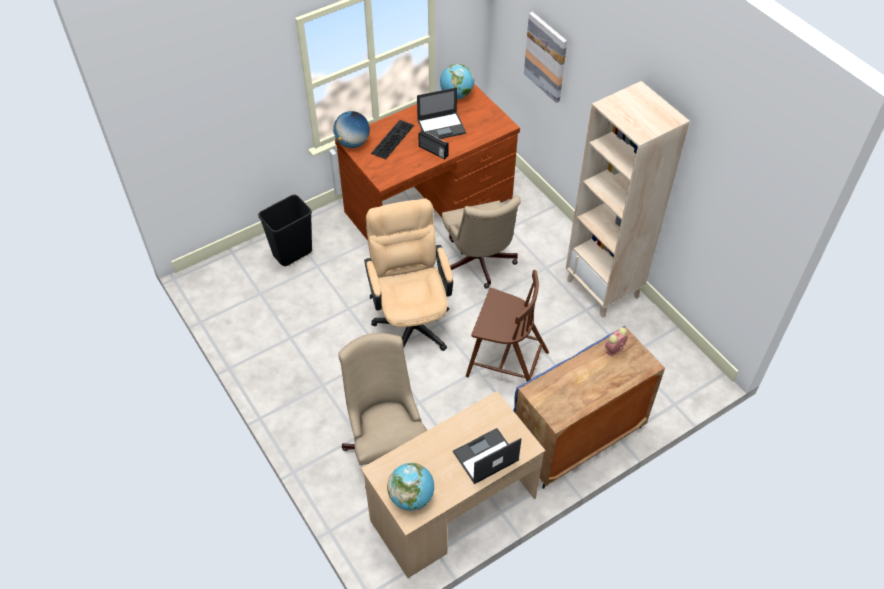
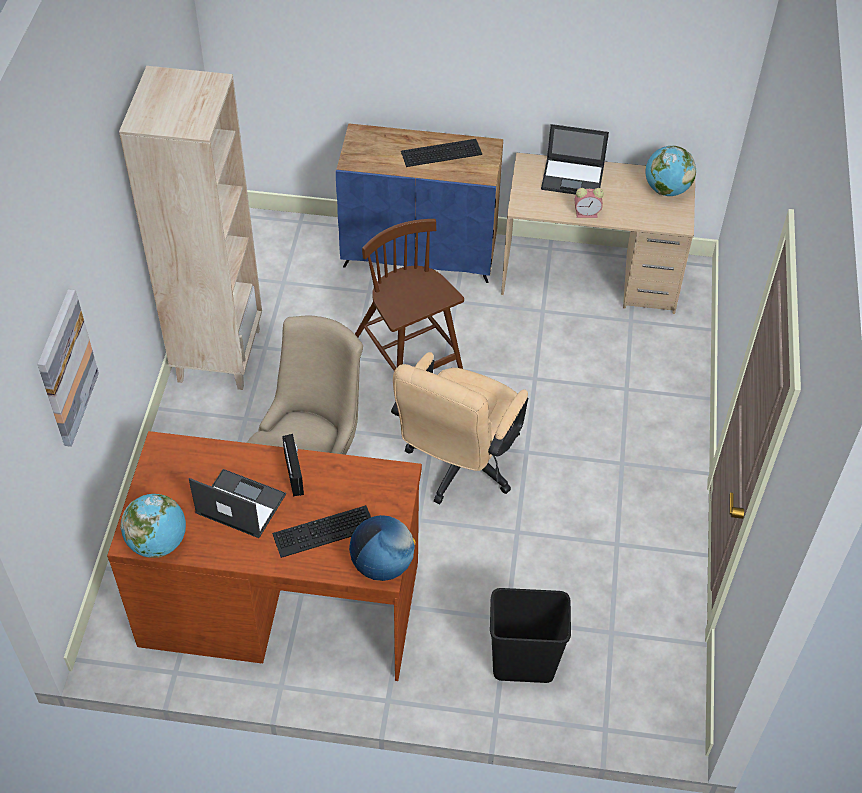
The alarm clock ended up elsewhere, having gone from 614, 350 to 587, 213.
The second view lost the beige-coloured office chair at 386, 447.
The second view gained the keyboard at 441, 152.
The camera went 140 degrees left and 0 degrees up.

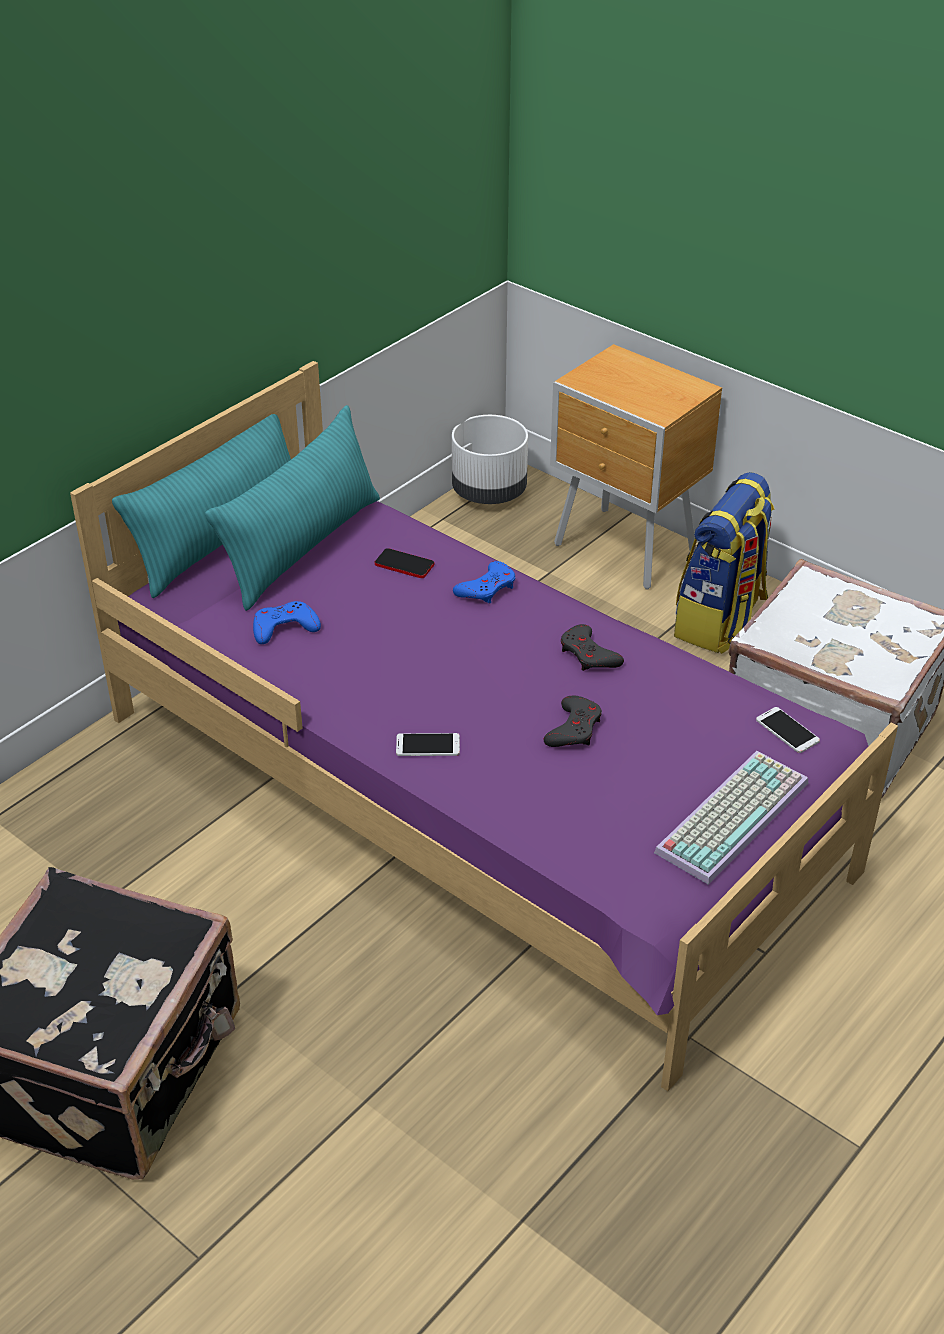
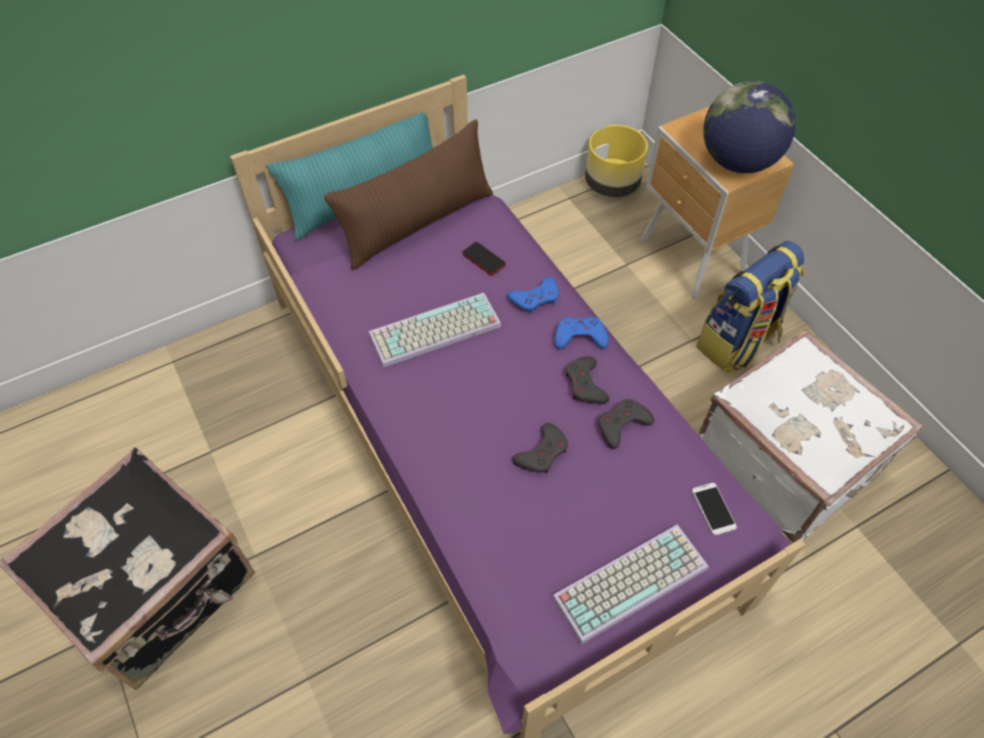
What was the turquoise-coloured pillow at 302, 547 turned into the brown-coloured pillow at 418, 223.
What was the white-coloured flower pot at 490, 492 turned into the yellow-coloured flower pot at 612, 184.
The bluish game controller ended up elsewhere, having gone from 284, 627 to 580, 337.
The second view lost the telephone at 428, 745.
The second view gained the globe at 738, 162.
The second view gained the keyboard at 434, 332.
The second view gained the greyish game controller at 622, 425.
The camera went 20 degrees right and 15 degrees up.

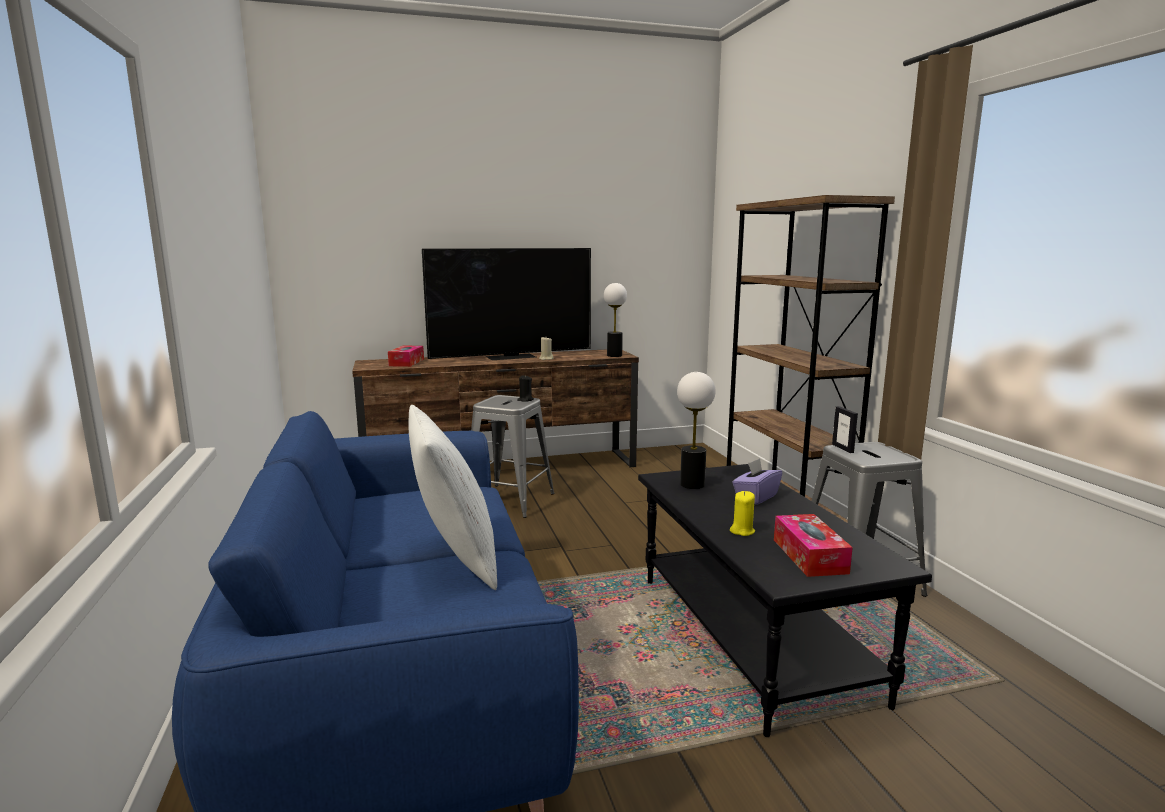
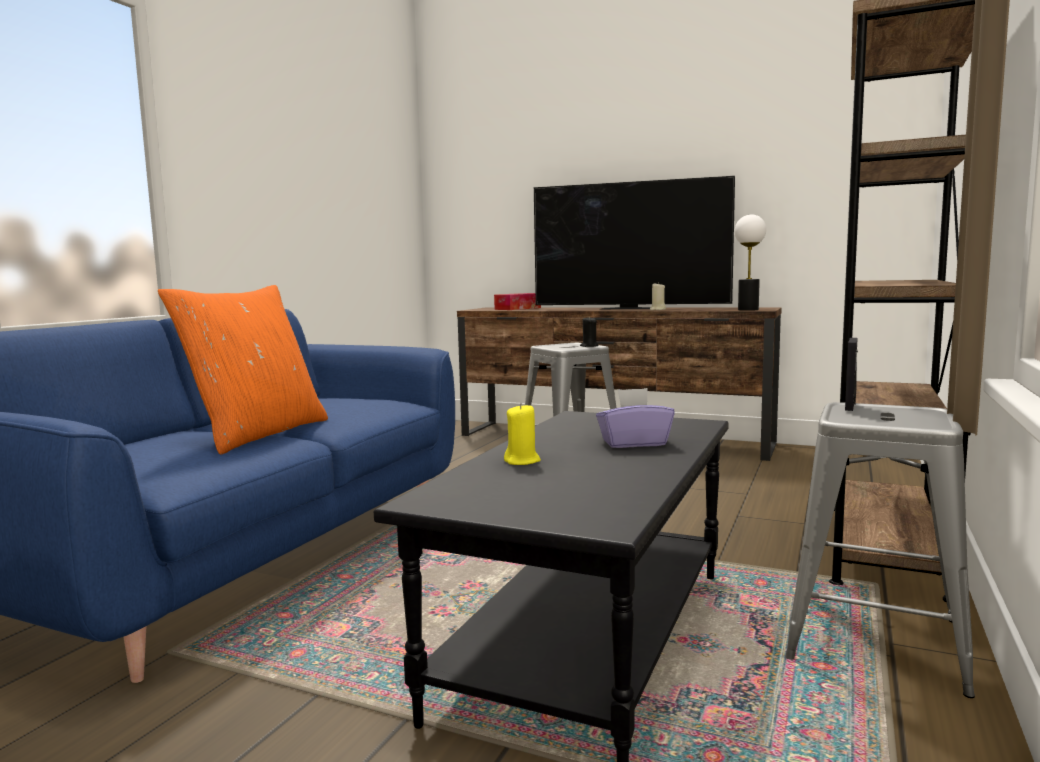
The second view lost the lamp for a table at 692, 484.
What was the white-coloured pillow at 454, 558 turned into the orange-coloured pillow at 257, 434.
The second view lost the tissue box at 809, 556.
The camera went 40 degrees right and 5 degrees down.

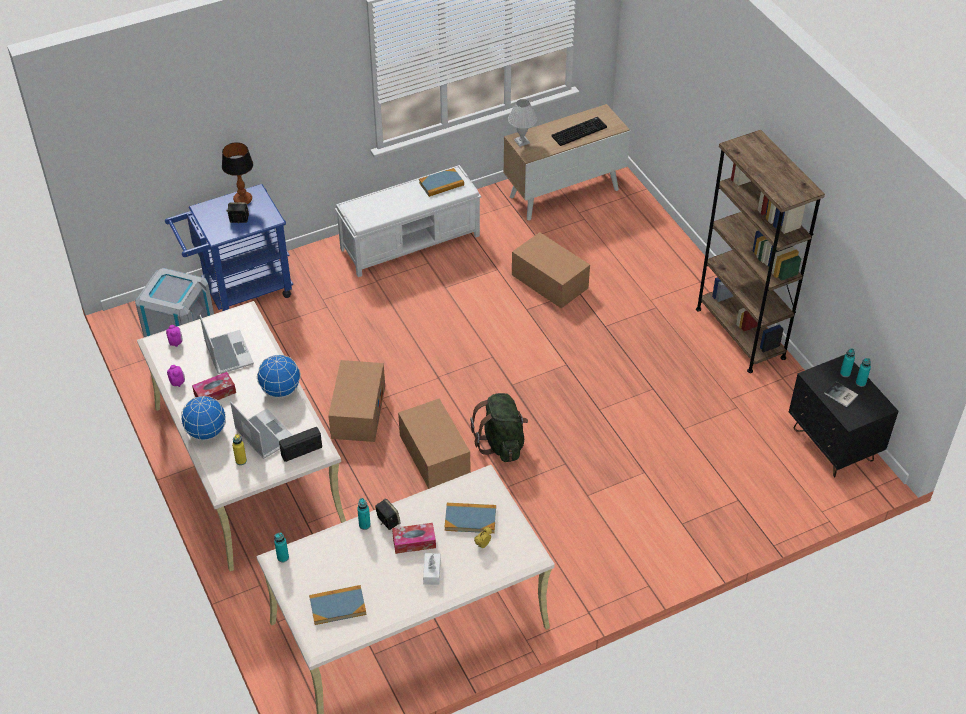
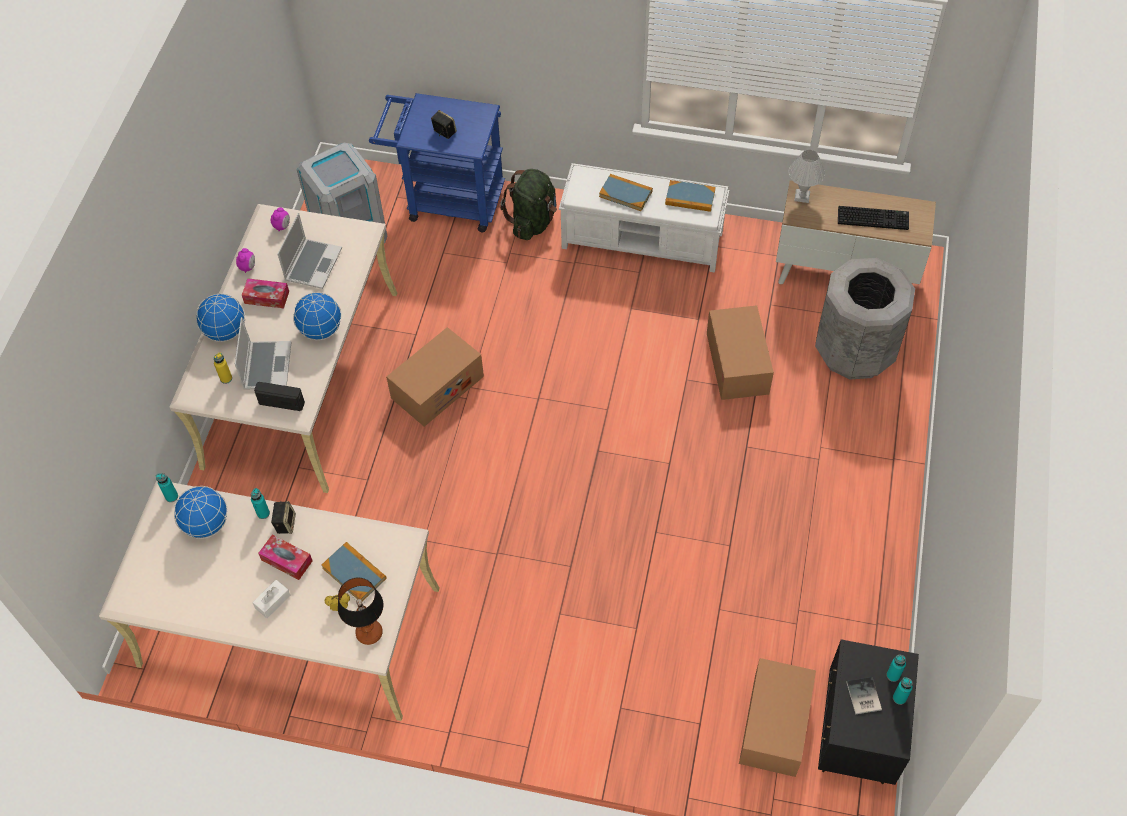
The second view lost the brown-coloured bookshelf at 740, 333.
The lamp for a table ended up elsewhere, having gone from 242, 200 to 368, 633.
The green rucksack ended up elsewhere, having gone from 501, 443 to 533, 221.
The cardboard box ended up elsewhere, having gone from 434, 454 to 774, 725.
The book ended up elsewhere, having gone from 337, 606 to 625, 194.
The second view gained the greyish waste bin at 854, 351.
The second view gained the globe at 207, 524.
The camera went 40 degrees right and 10 degrees up.

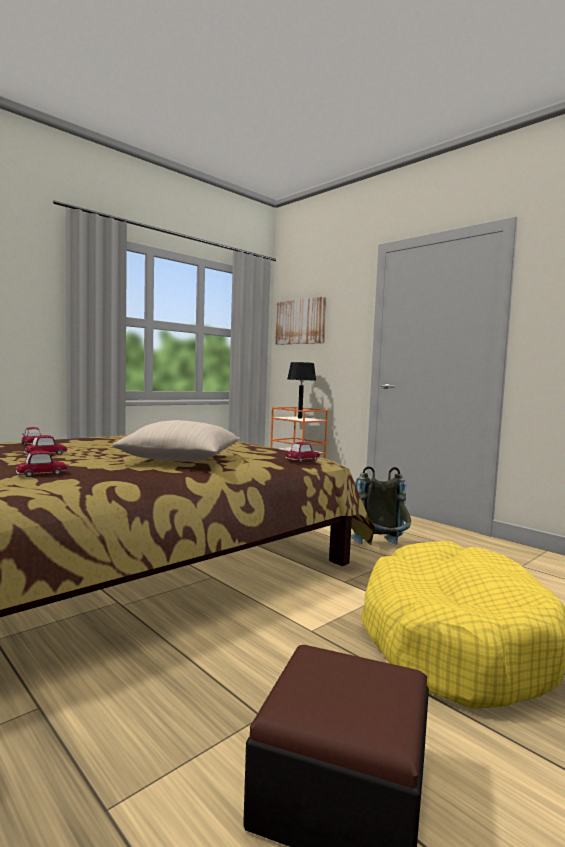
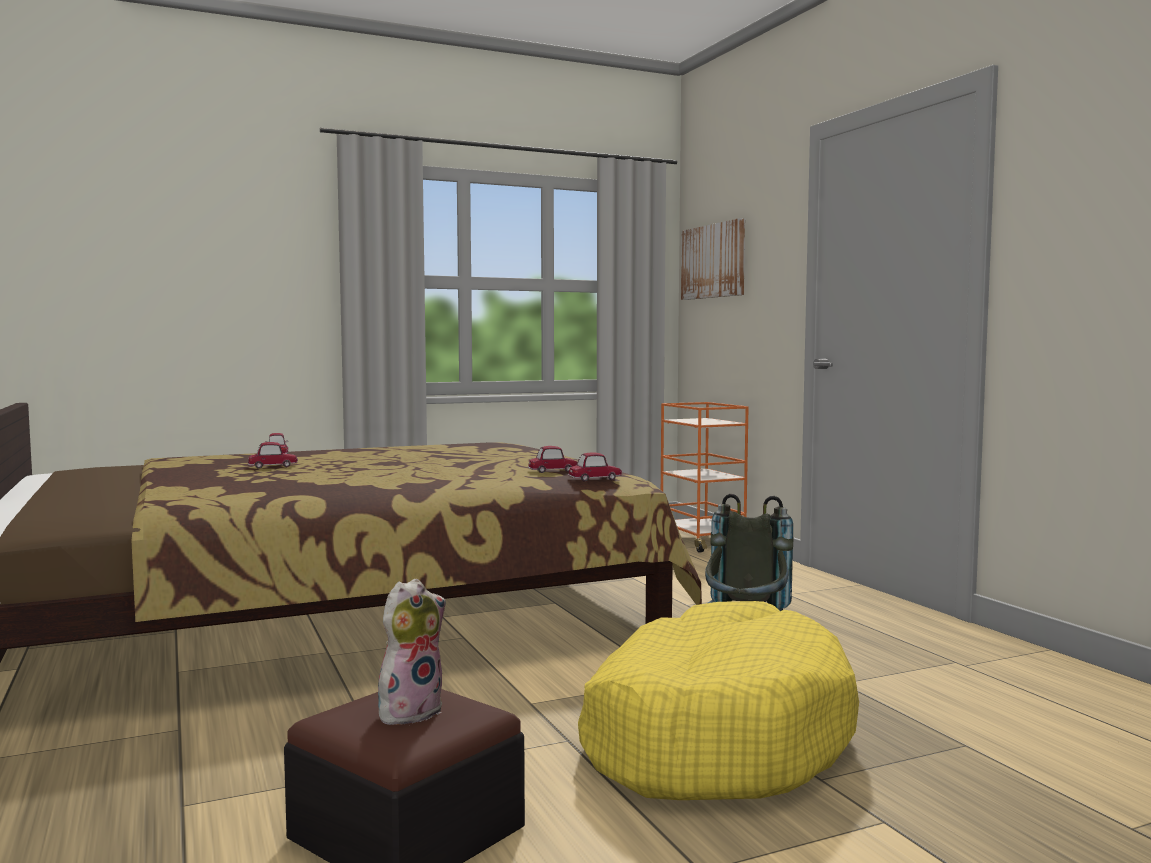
The second view lost the black lamp for a table at 300, 418.
The second view lost the beige-coloured pillow at 181, 460.
The toy car ended up elsewhere, having gone from 42, 474 to 552, 471.
The second view gained the cuddly toy at 410, 711.
The camera went 20 degrees right and 0 degrees up.

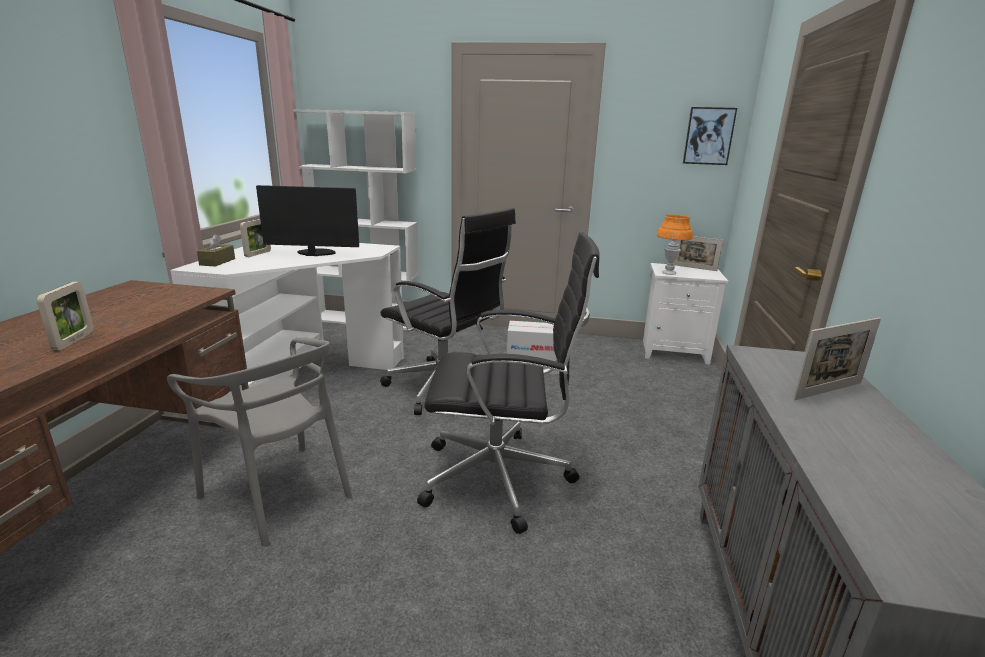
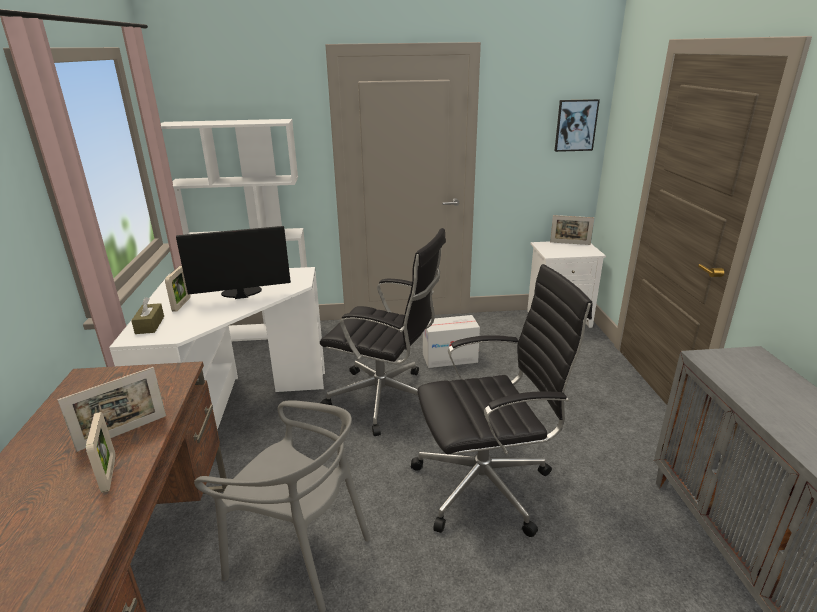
The second view lost the orange-coloured lamp for a table at 669, 273.
The picture frame ended up elsewhere, having gone from 828, 391 to 123, 433.
The camera went 15 degrees left and 5 degrees up.

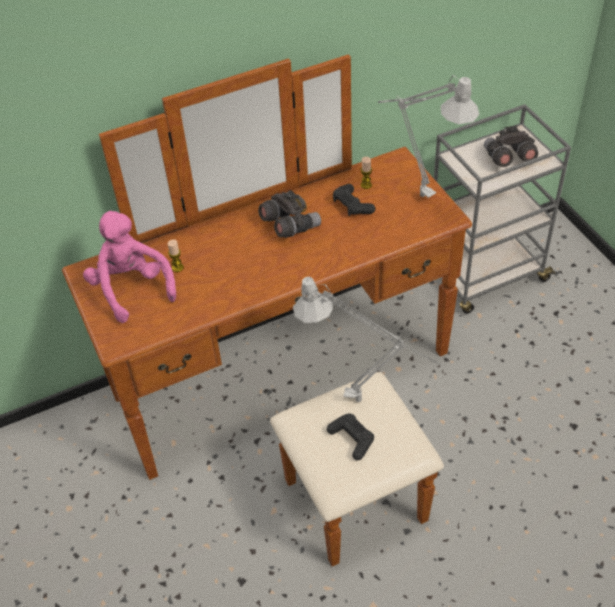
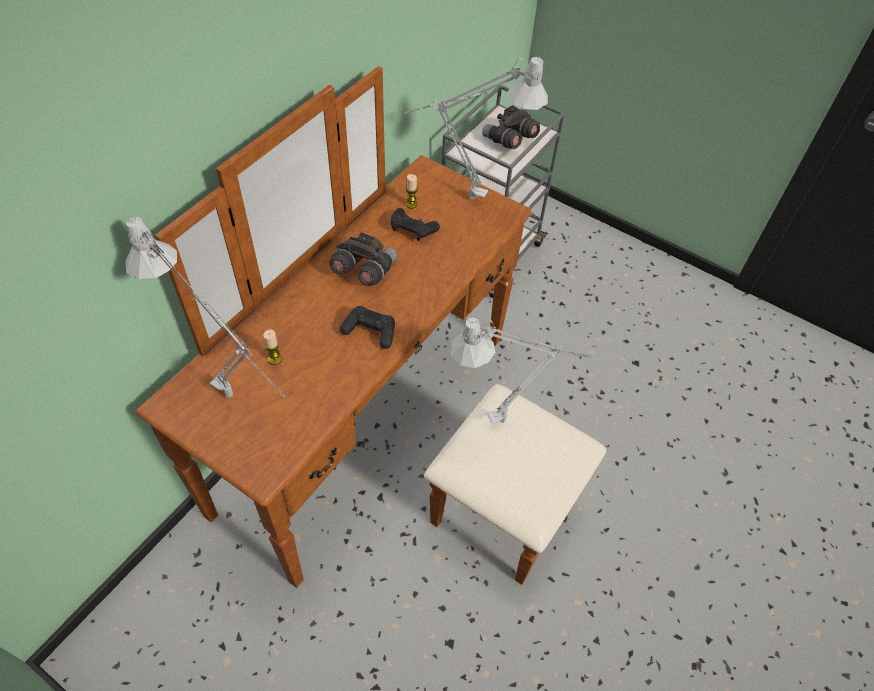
Where the pink cuddly toy stood at 131, 288, the greyish lamp for a table came to stand at 238, 402.
The black game controller ended up elsewhere, having gone from 352, 439 to 370, 331.
The camera went 35 degrees left and 5 degrees up.

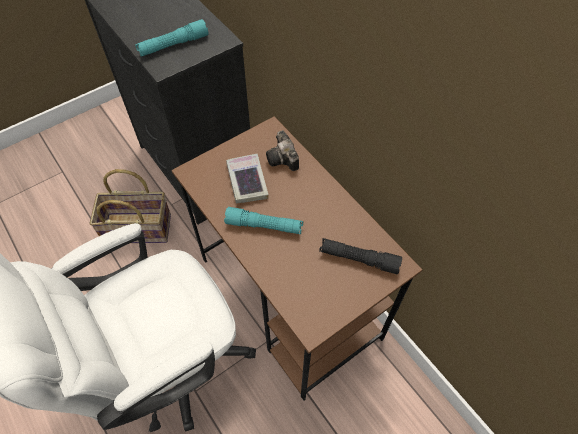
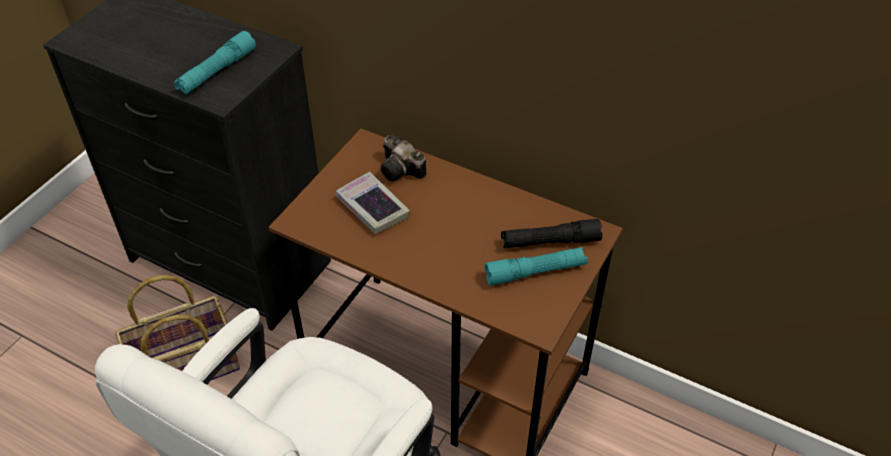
The turquoise-coloured torch ended up elsewhere, having gone from 264, 226 to 535, 272.
The camera went 25 degrees left and 10 degrees down.

